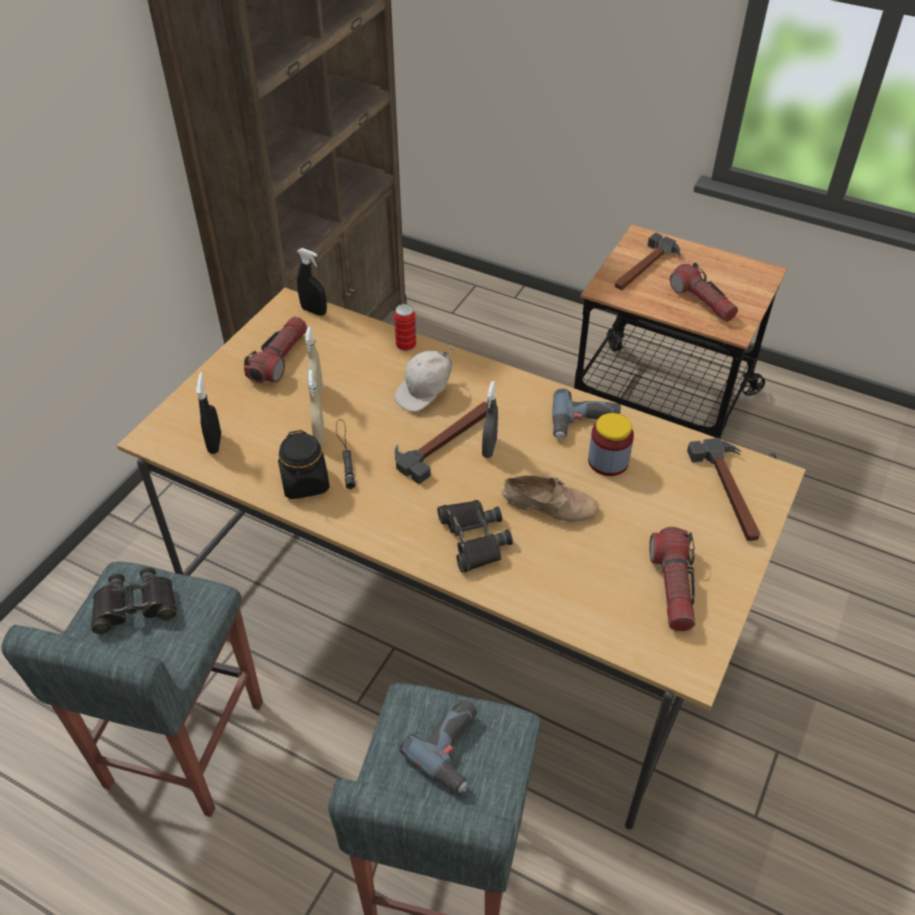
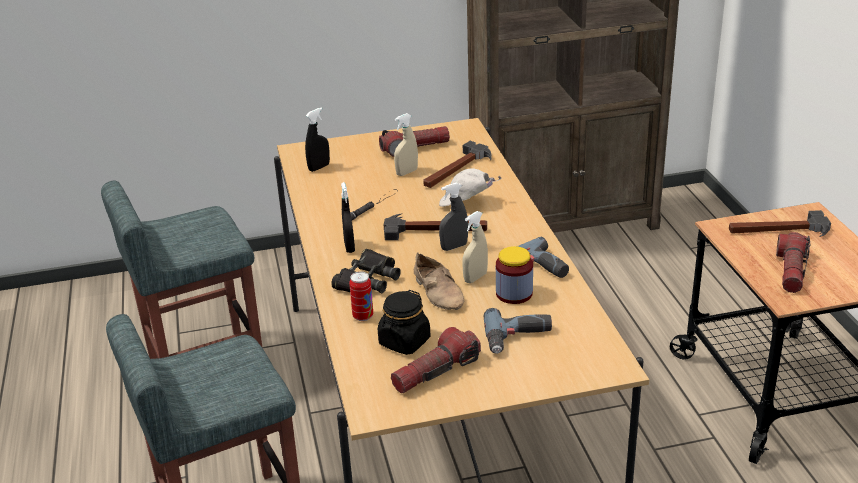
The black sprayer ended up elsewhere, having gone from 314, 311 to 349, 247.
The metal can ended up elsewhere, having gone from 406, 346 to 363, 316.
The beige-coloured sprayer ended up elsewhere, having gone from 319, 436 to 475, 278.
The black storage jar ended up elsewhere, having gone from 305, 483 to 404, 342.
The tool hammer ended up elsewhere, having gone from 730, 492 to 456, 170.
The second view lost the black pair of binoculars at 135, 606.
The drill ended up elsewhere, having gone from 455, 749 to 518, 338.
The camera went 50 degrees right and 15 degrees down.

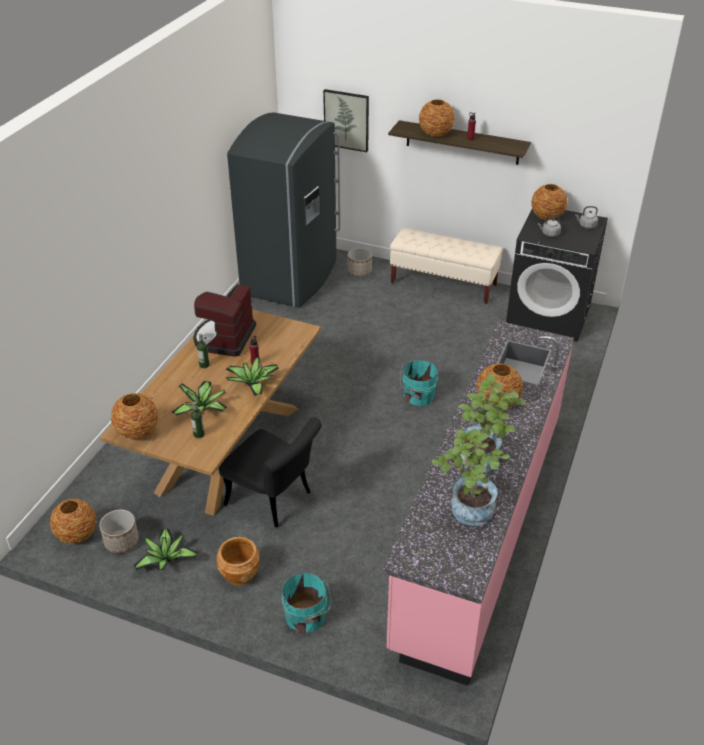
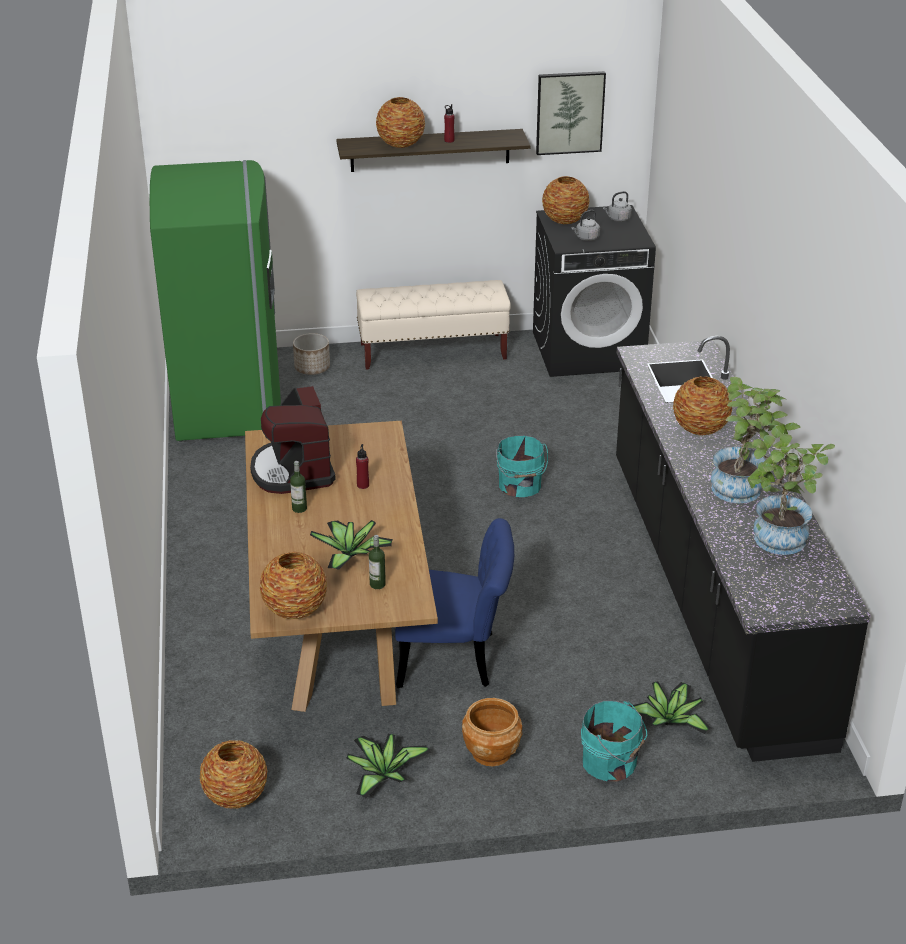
The picture ended up elsewhere, having gone from 346, 120 to 569, 112.
What was the greyish kitchen fridge at 292, 278 turned into the green kitchen fridge at 228, 402.
What was the pink counter at 480, 525 turned into the black counter at 712, 594.
The houseplant ended up elsewhere, having gone from 253, 384 to 669, 721.
What was the black plain chair at 274, 501 turned into the bluish plain chair at 456, 659.
The second view lost the flower pot at 121, 542.
The camera went 30 degrees left and 5 degrees down.

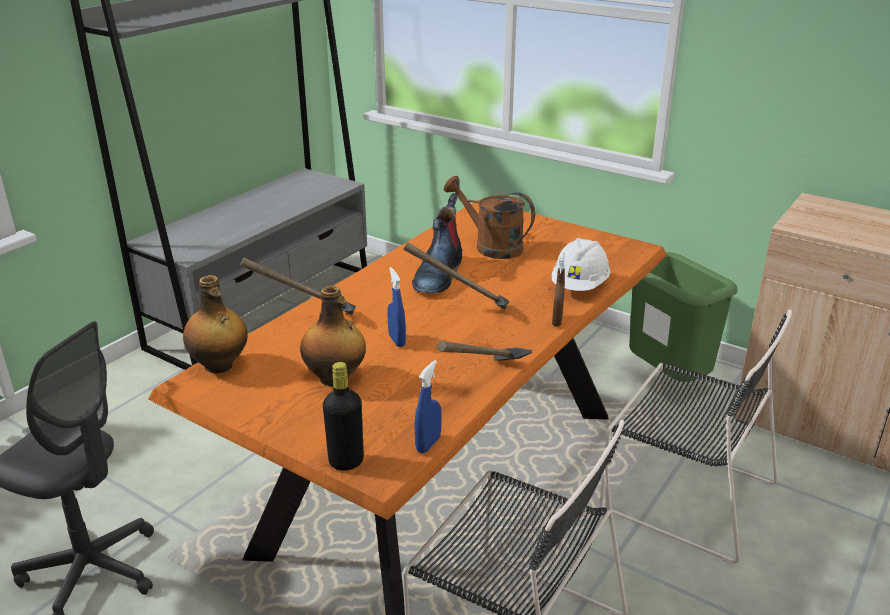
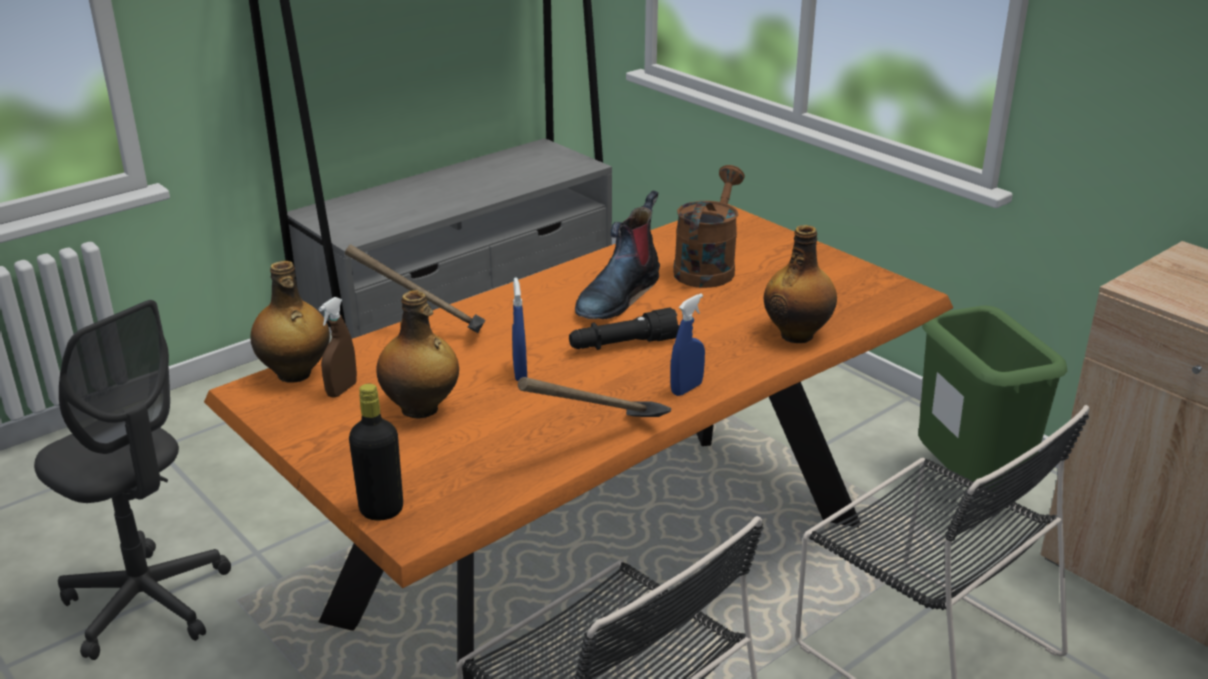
The brown-coloured sprinkling can at 491, 246 ended up facing another way, 60 degrees clockwise from before.
Where the white-coloured work helmet stood at 579, 286, the beverage bottle came to stand at 797, 334.
Where the tool hammer stood at 461, 309, the black torch came to stand at 622, 345.
The brown-coloured sprayer ended up elsewhere, having gone from 557, 320 to 341, 390.
The bluish sprayer ended up elsewhere, having gone from 428, 444 to 686, 389.
The camera went 15 degrees right and 0 degrees up.

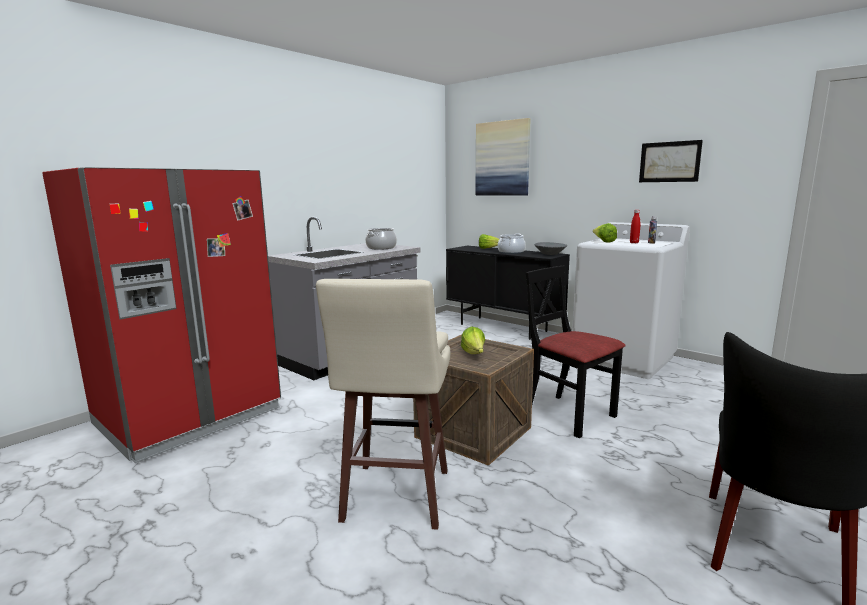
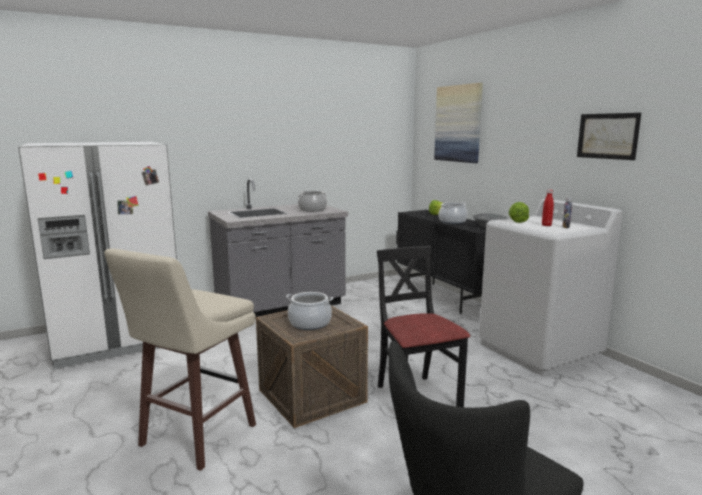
What was the red kitchen fridge at 189, 416 turned into the white-coloured kitchen fridge at 117, 339.
Where the lettuce stood at 474, 354, the cooking pot came to stand at 310, 323.
The camera went 20 degrees right and 0 degrees up.

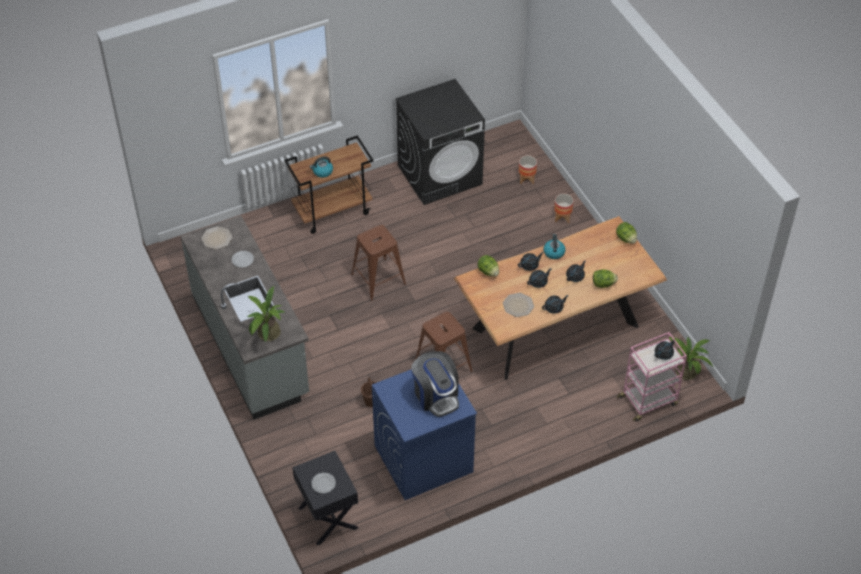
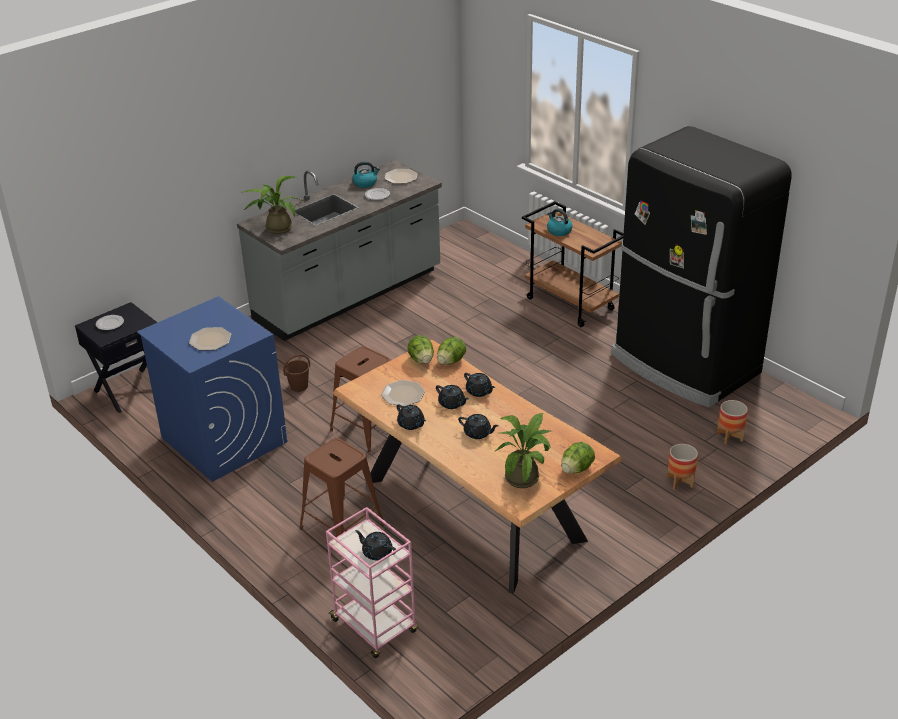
Where the black washing machine stood at 440, 174, the black kitchen fridge came to stand at 684, 365.
The brown-coloured sitting stool ended up elsewhere, having gone from 378, 279 to 342, 526.
The kettle ended up elsewhere, having gone from 553, 252 to 365, 183.
The lettuce ended up elsewhere, having gone from 603, 284 to 421, 360.
The houseplant ended up elsewhere, having gone from 684, 370 to 525, 476.
Where the coffee maker stood at 436, 395, the flat dish came to stand at 211, 340.
The camera went 75 degrees right and 15 degrees down.

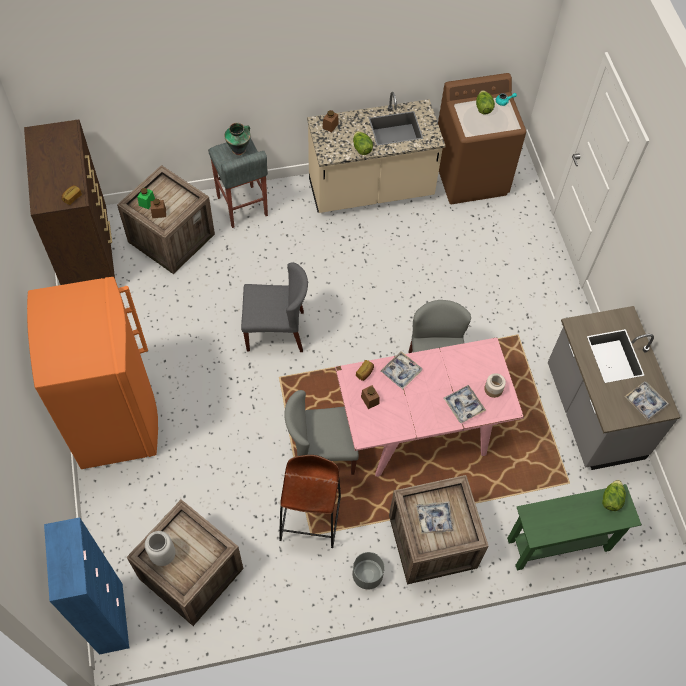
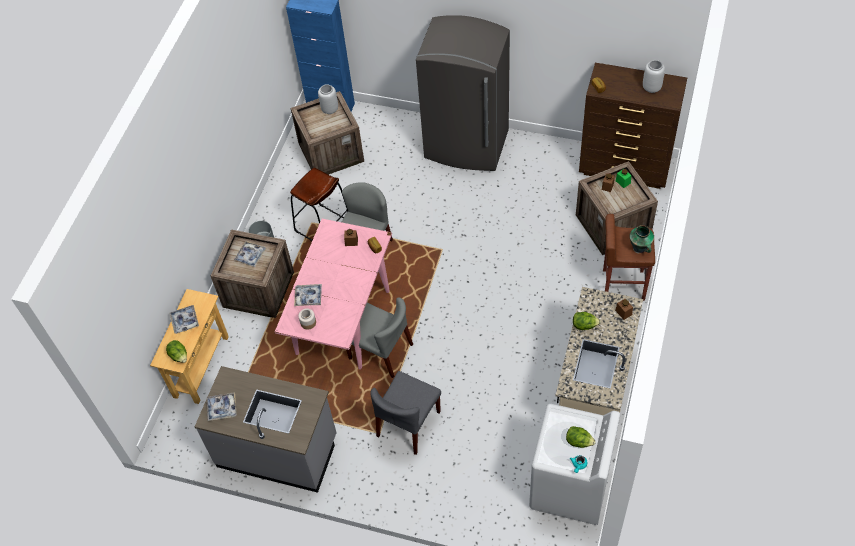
What was the brown-coloured washing machine at 471, 176 turned into the white-coloured washing machine at 570, 487.
What was the greyish sitting stool at 242, 207 turned into the brown-coloured sitting stool at 622, 284.
The greyish plain chair ended up elsewhere, having gone from 276, 331 to 408, 424.
What was the orange-coloured kitchen fridge at 116, 419 turned into the greyish kitchen fridge at 466, 145.
The serving tray ended up elsewhere, having gone from 401, 372 to 185, 321.
What was the green narrow table at 558, 544 turned into the beige-coloured narrow table at 201, 366.
The second view gained the greyish vase at 651, 87.
The camera went 125 degrees right and 5 degrees down.

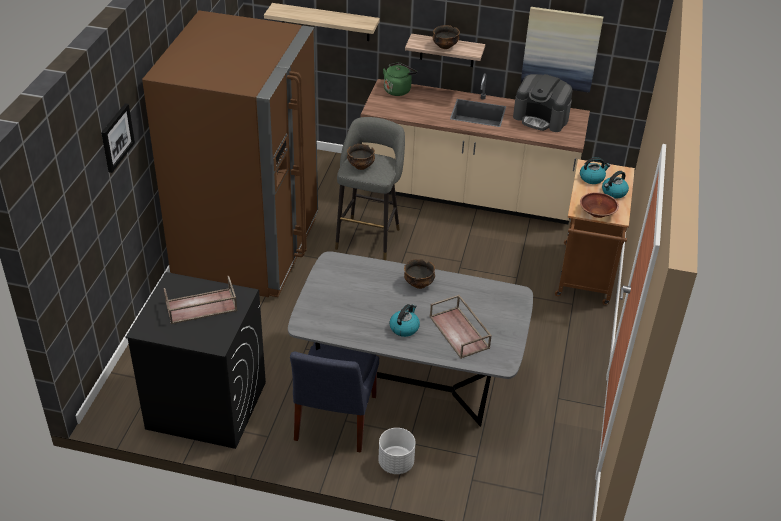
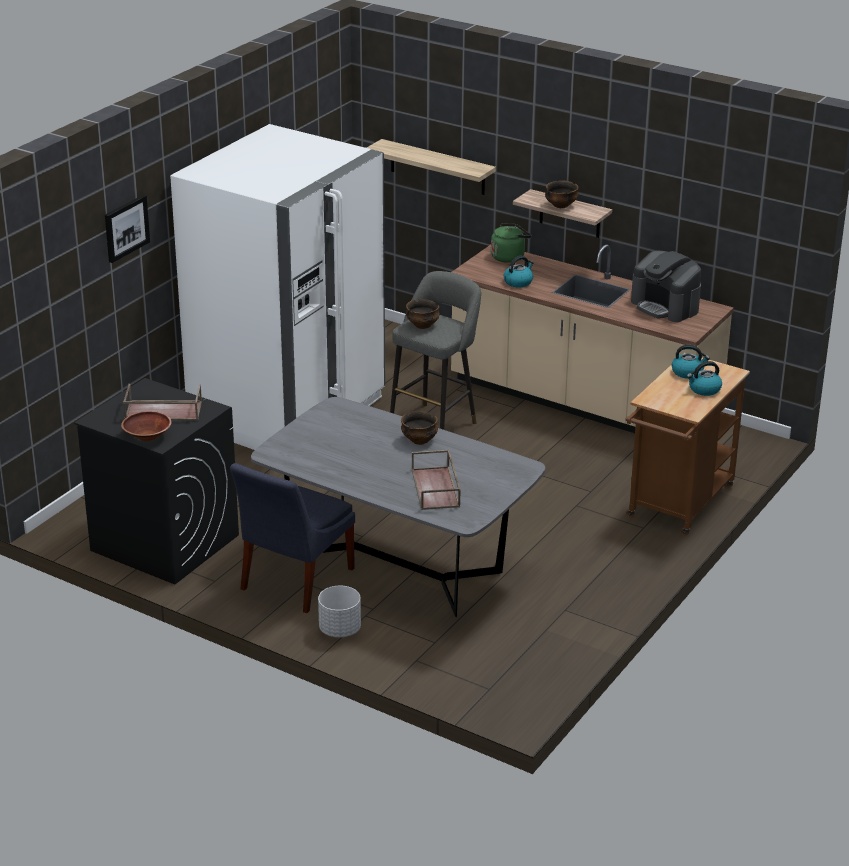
The second view lost the picture at 561, 49.
What was the brown-coloured kitchen fridge at 247, 248 turned into the white-coloured kitchen fridge at 287, 413.
The brown-coloured bowl ended up elsewhere, having gone from 597, 213 to 147, 436.
The kettle ended up elsewhere, having gone from 404, 327 to 518, 282.
The camera went 20 degrees right and 10 degrees down.

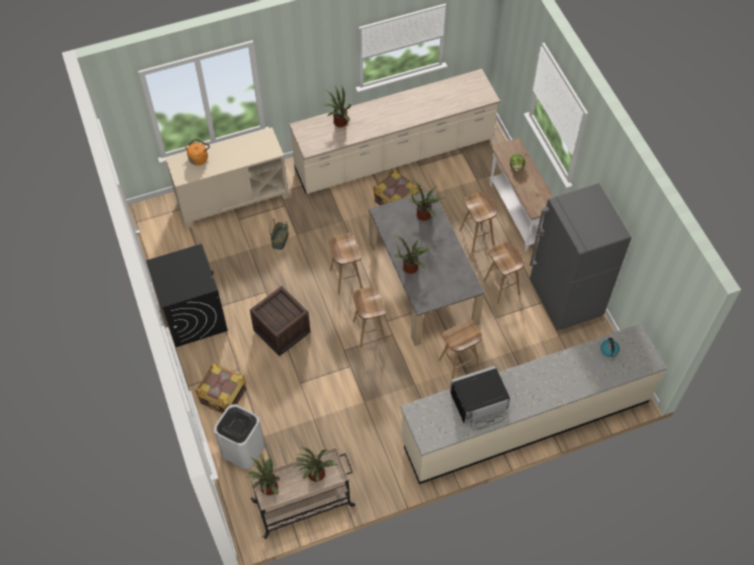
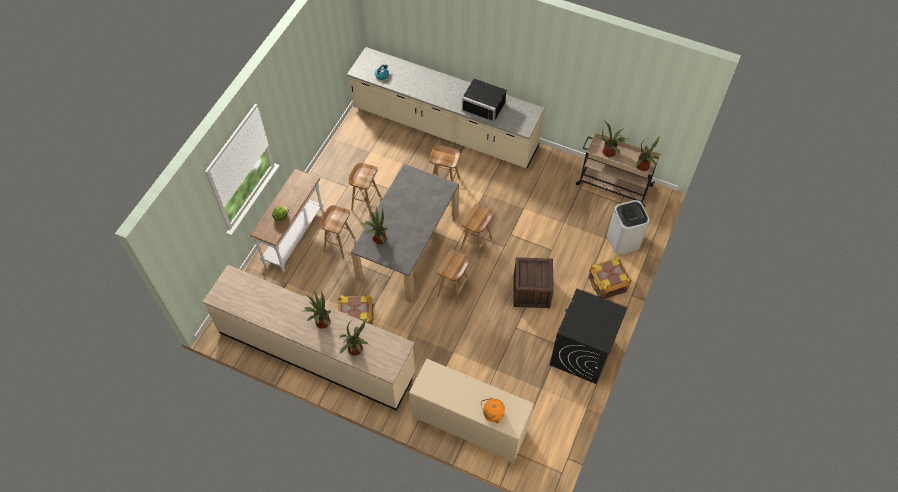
The second view lost the greyish kitchen fridge at 565, 300.
The second view lost the basket at 280, 239.
The houseplant ended up elsewhere, having gone from 411, 267 to 321, 322.
The camera went 135 degrees left and 0 degrees up.

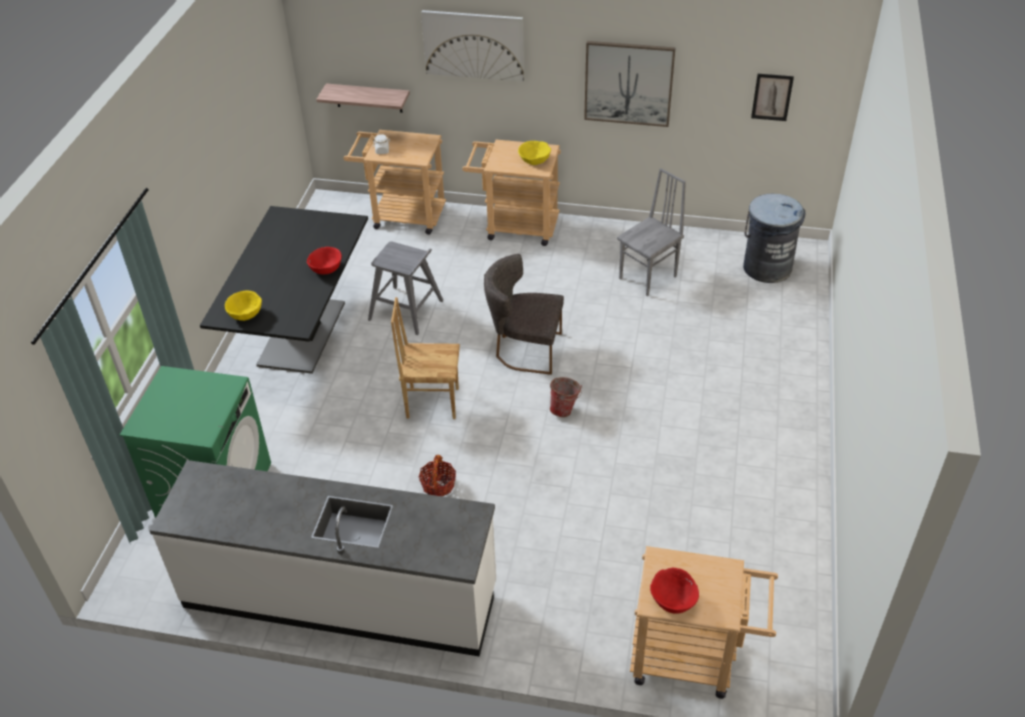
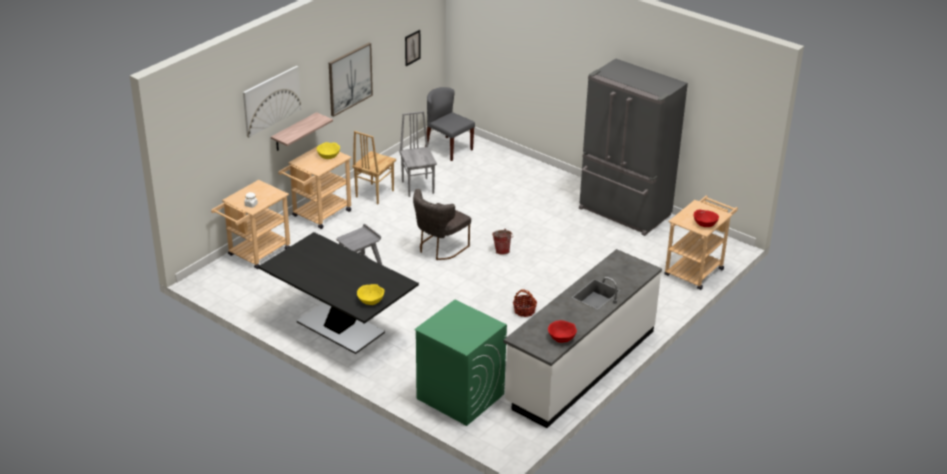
The bracket shelf ended up elsewhere, having gone from 368, 98 to 294, 132.
Where the greyish waste bin stood at 767, 267, the greyish plain chair came to stand at 448, 148.
The red bowl ended up elsewhere, having gone from 325, 268 to 561, 338.
The brown-coloured plain chair ended up elsewhere, having gone from 432, 402 to 374, 194.
The second view gained the greyish kitchen fridge at 624, 212.
The camera went 65 degrees left and 10 degrees down.

